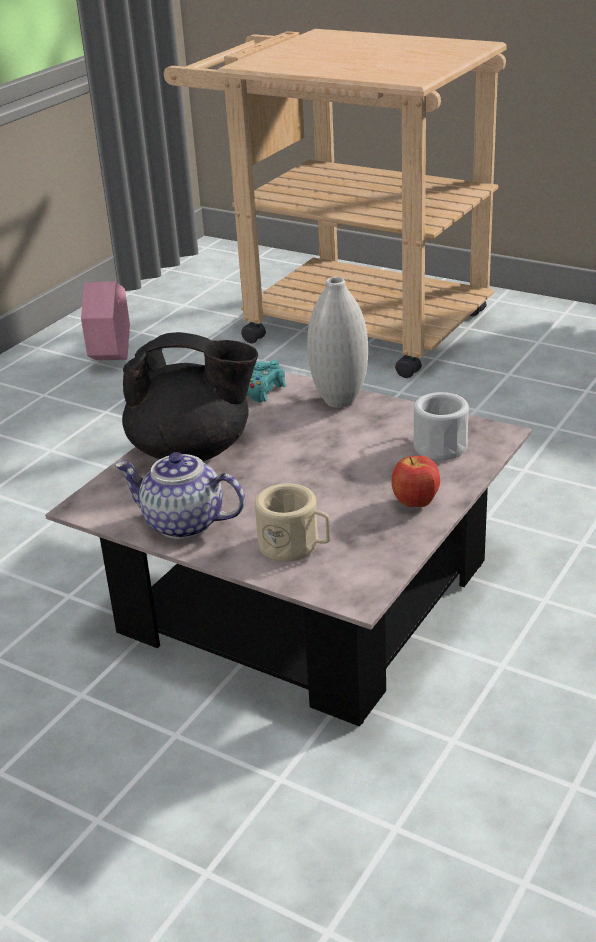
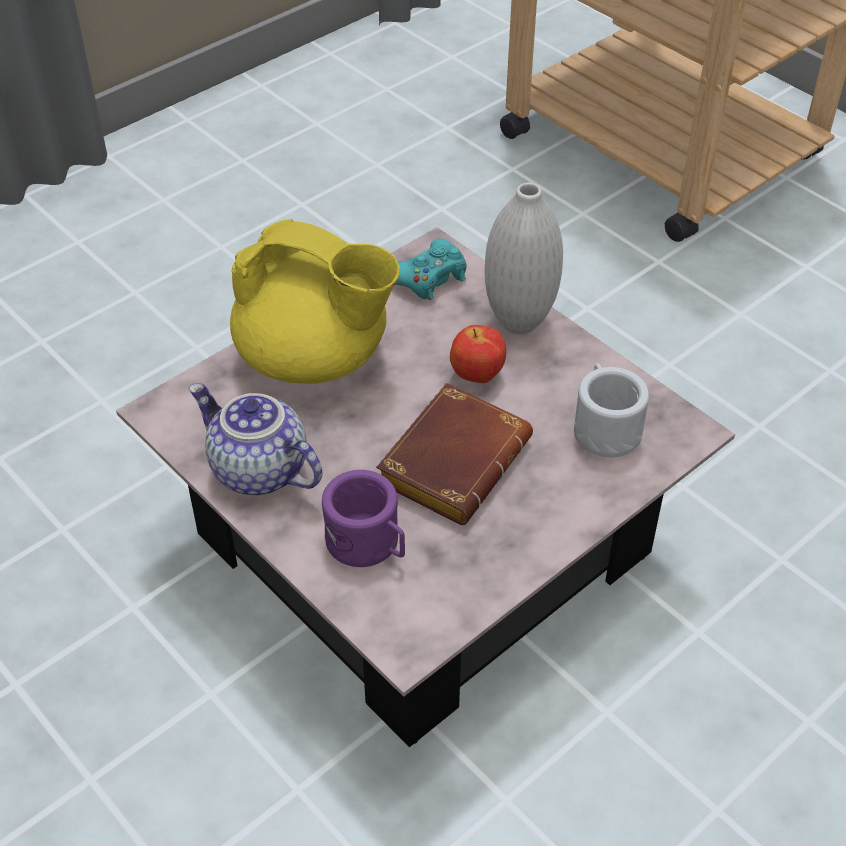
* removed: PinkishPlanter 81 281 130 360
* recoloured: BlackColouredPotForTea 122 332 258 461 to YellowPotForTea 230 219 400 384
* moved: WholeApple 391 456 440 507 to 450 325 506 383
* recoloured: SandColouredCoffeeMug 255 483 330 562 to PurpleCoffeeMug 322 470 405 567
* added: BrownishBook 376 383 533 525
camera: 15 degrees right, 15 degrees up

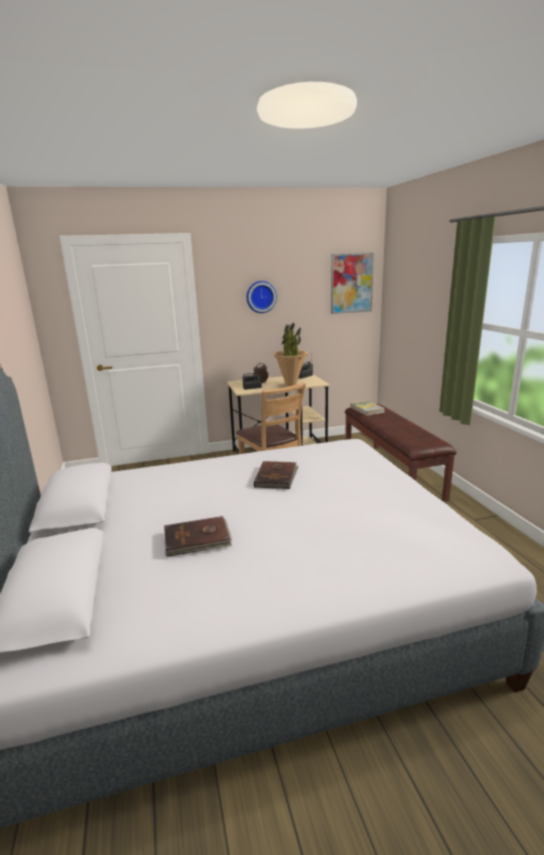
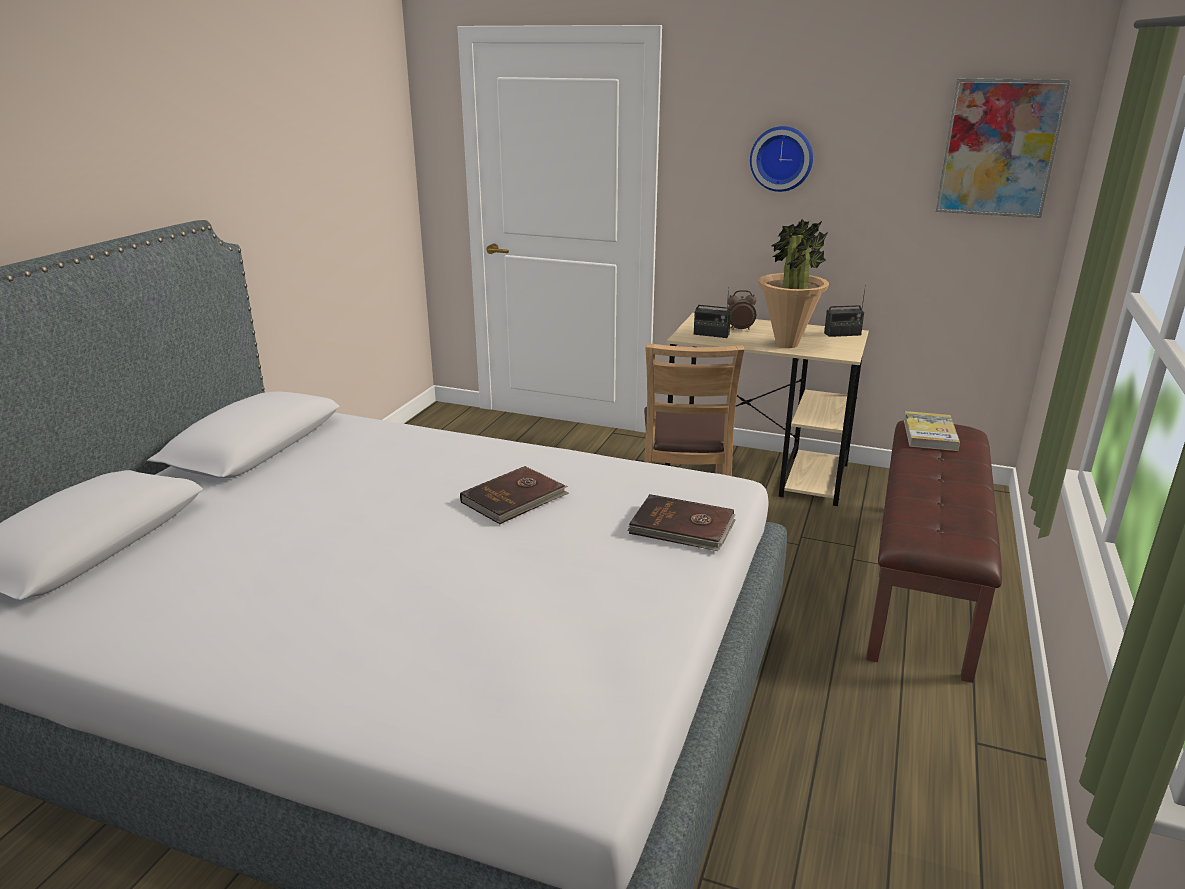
* moved: BrownishBook 164 516 232 557 to 627 494 736 551
camera: 35 degrees right, 5 degrees up

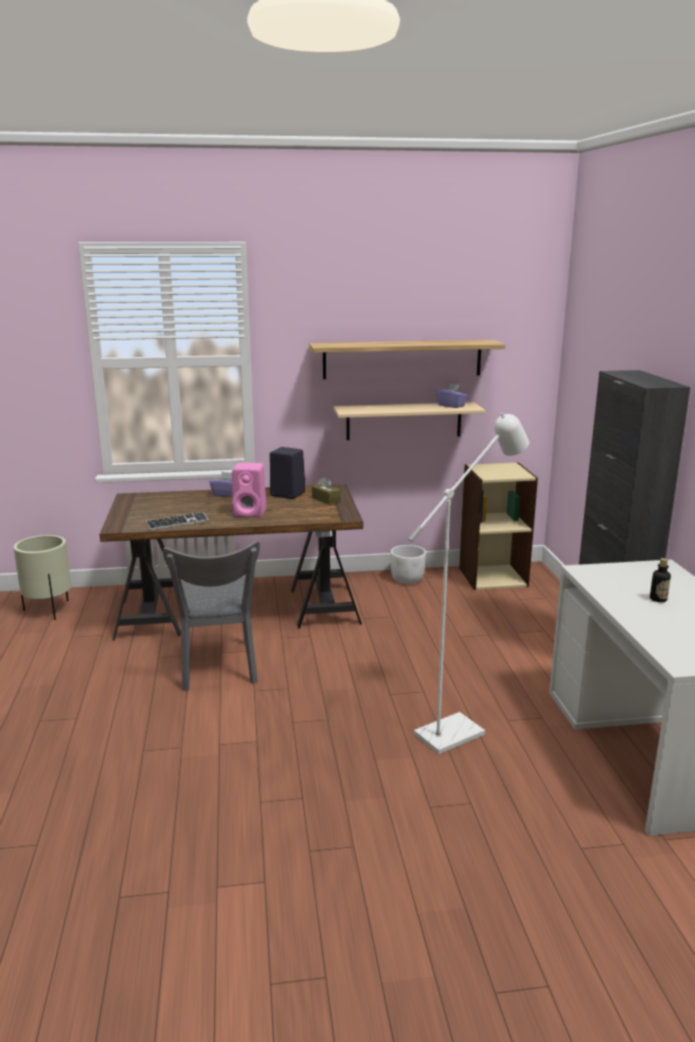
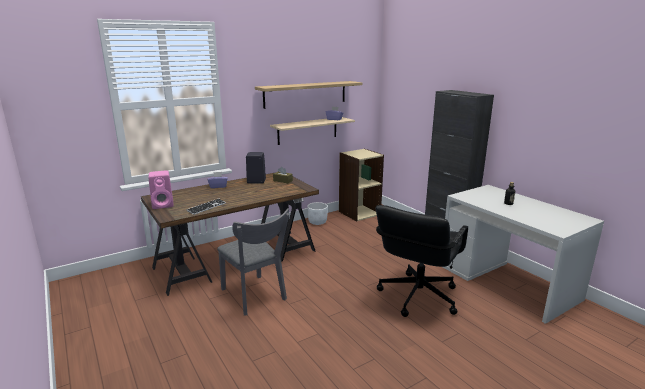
* replaced: WhiteStandingLamp 408 413 529 754 to BlackColouredComputerChair 375 205 468 317
* moved: PinkishLoudspeaker 232 463 266 518 to 149 170 174 209
* removed: SandColouredPlanter 14 535 71 620
camera: 25 degrees left, 0 degrees up

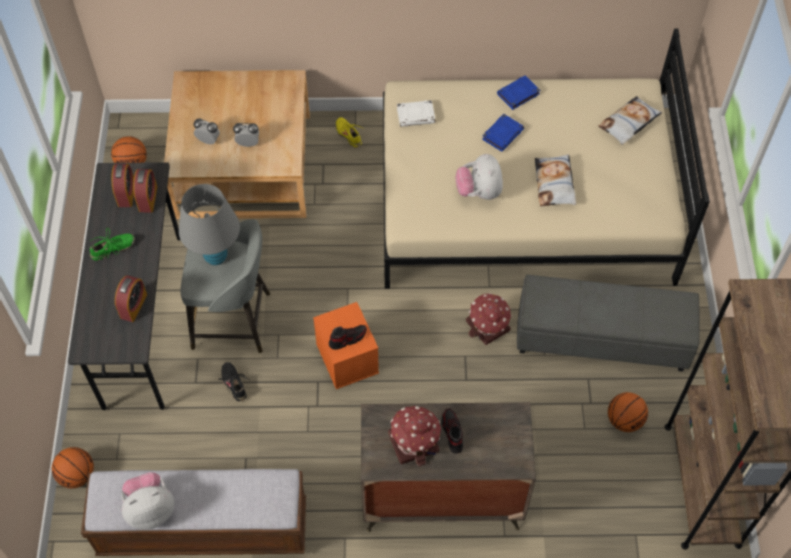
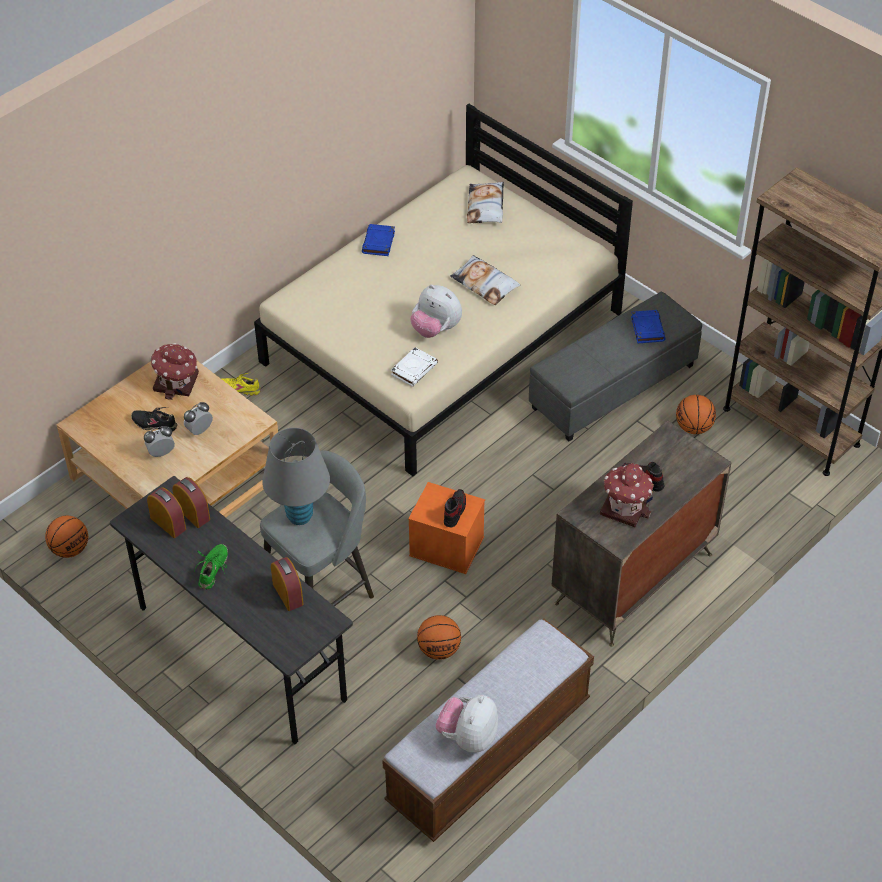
* moved: WhiteBook 397 100 435 127 to 391 347 438 387
* moved: BluishBook 482 114 524 152 to 631 310 665 343
* moved: ToyHouse 466 293 512 345 to 151 343 199 400
* moved: BlackColouredItemOfFootwear 218 362 250 401 to 131 407 177 432
* moved: BallForBasketball 52 447 94 488 to 417 615 461 660
camera: 45 degrees left, 10 degrees down

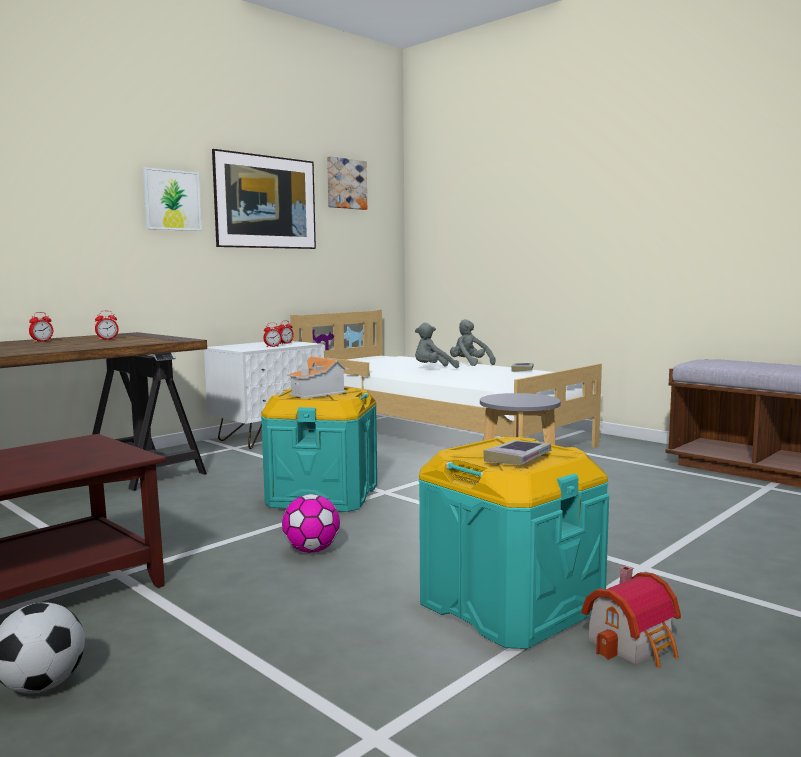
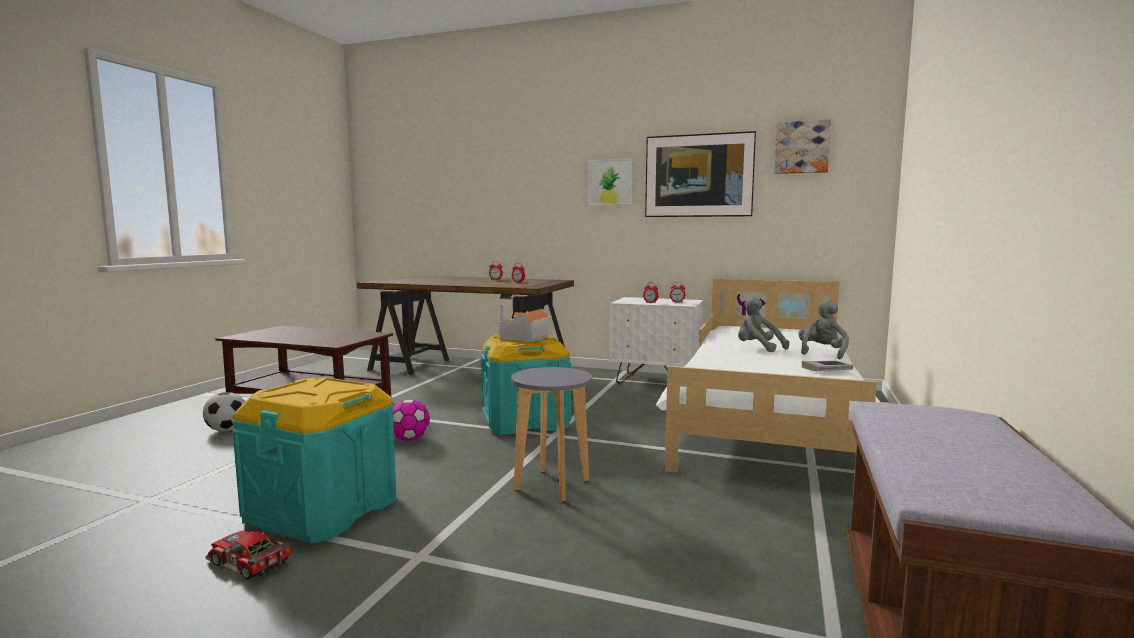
* removed: Book 483 440 551 465
* replaced: ToyHouse 581 566 681 668 to ModelCar 205 531 293 580
camera: 65 degrees right, 0 degrees up

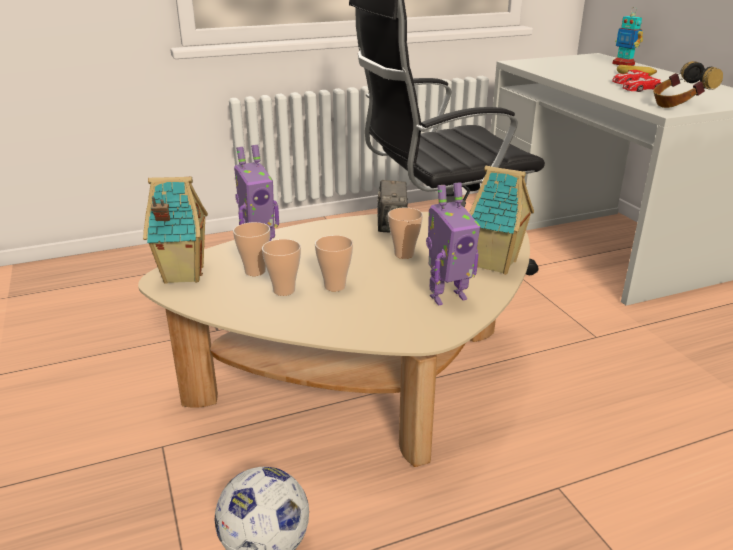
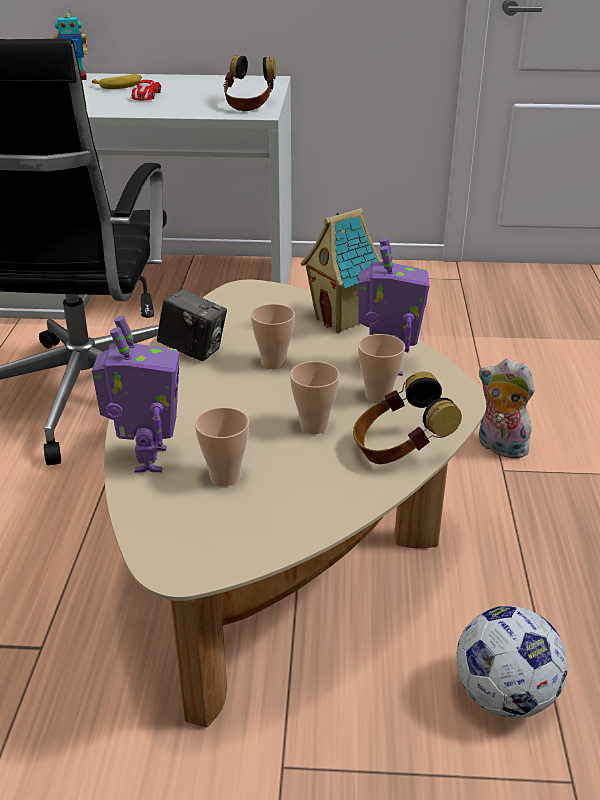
* removed: ModelCar 623 76 661 92
* removed: ToyHouse 143 177 208 284
* moved: SmallCup 262 239 301 296 to 358 334 405 403
* added: CuddlyToy 478 359 535 459
* added: PairOfHeadphones 353 372 462 464
camera: 65 degrees left, 5 degrees up

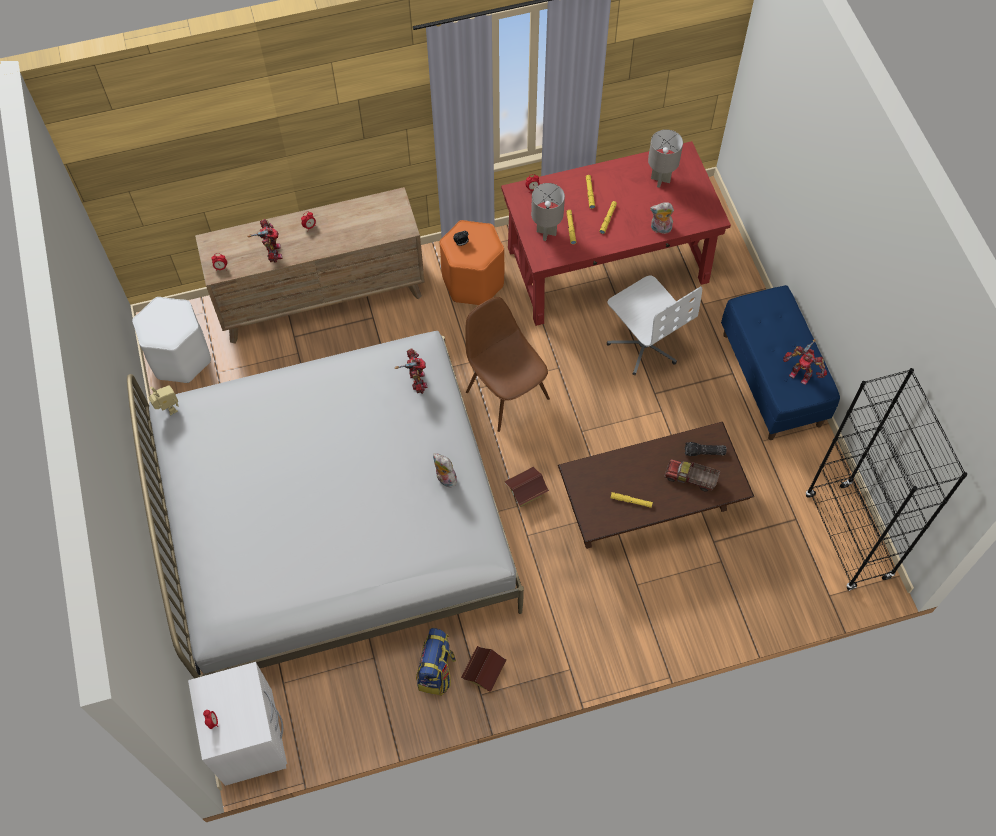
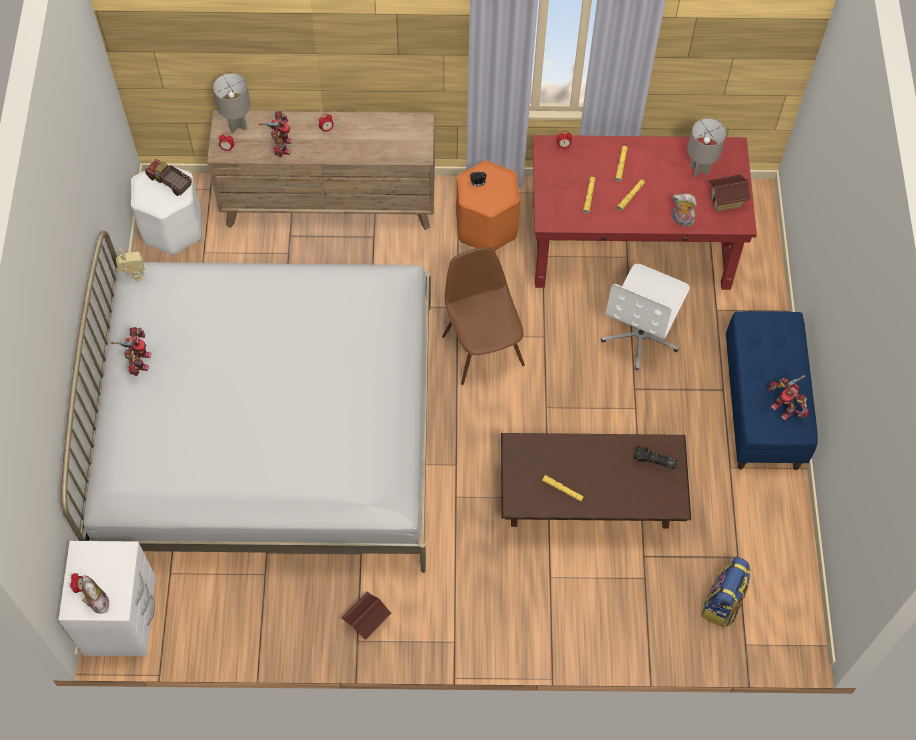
* moved: GreyishTableLamp 531 183 565 241 to 213 73 251 133
* turned: WhiteComputerChair 607 275 702 375 = 601 264 690 370 45 degrees clockwise
* moved: RobotFigure 395 348 427 394 to 110 327 151 376
* removed: BlackColouredBookshelf 806 368 967 591
* moved: CuddlyToy 433 453 458 488 to 82 575 109 614
* moved: ToyLorry 664 459 720 492 to 145 159 192 196
* moved: ToyHouse 504 467 549 507 to 708 174 751 211
* moved: Knapsack 416 628 456 696 to 701 557 751 628
camera: 15 degrees right, 0 degrees up

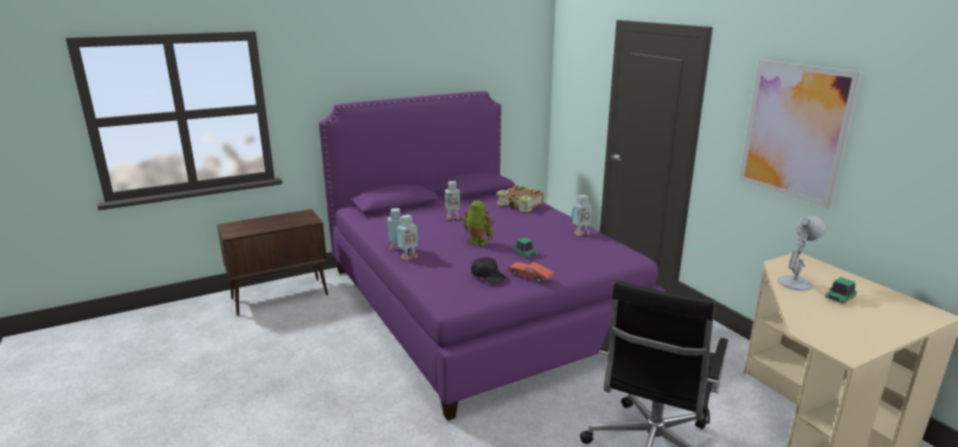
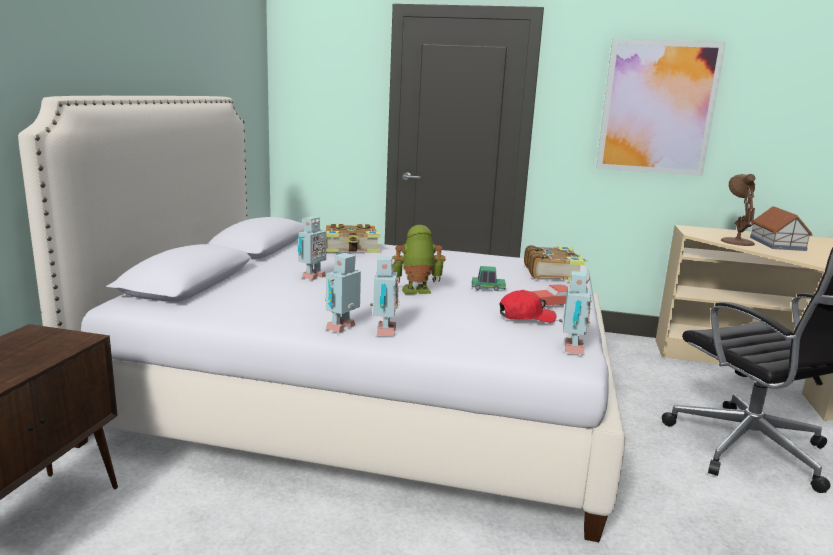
* recoloured: PurpleBed 319 91 666 421 to WhiteBed 18 96 625 542
* moved: RobotFigure 572 194 592 236 to 559 271 591 355
* recoloured: WhiteTableLamp 778 216 826 291 to BrownishTableLamp 721 174 755 246
* recoloured: BlackColouredPeakedCap 471 257 507 284 to RedColouredPeakedCap 500 290 557 323
* replaced: ModelCar 825 277 857 303 to ToyHouse 750 206 813 251
* added: Book 524 245 588 281
camera: 50 degrees left, 5 degrees down

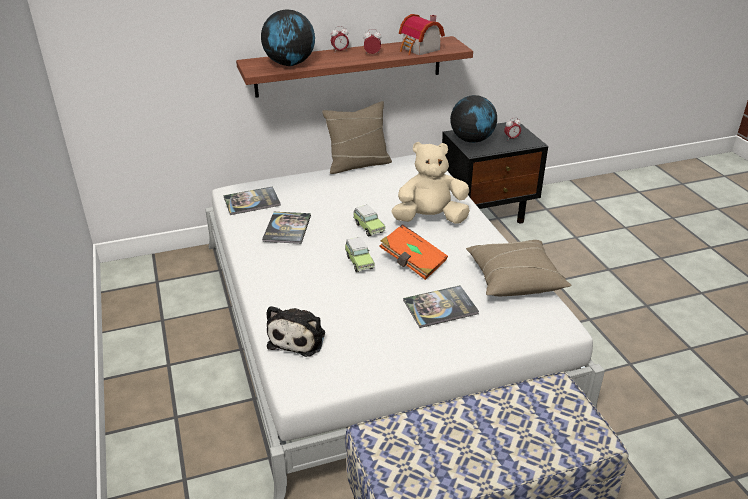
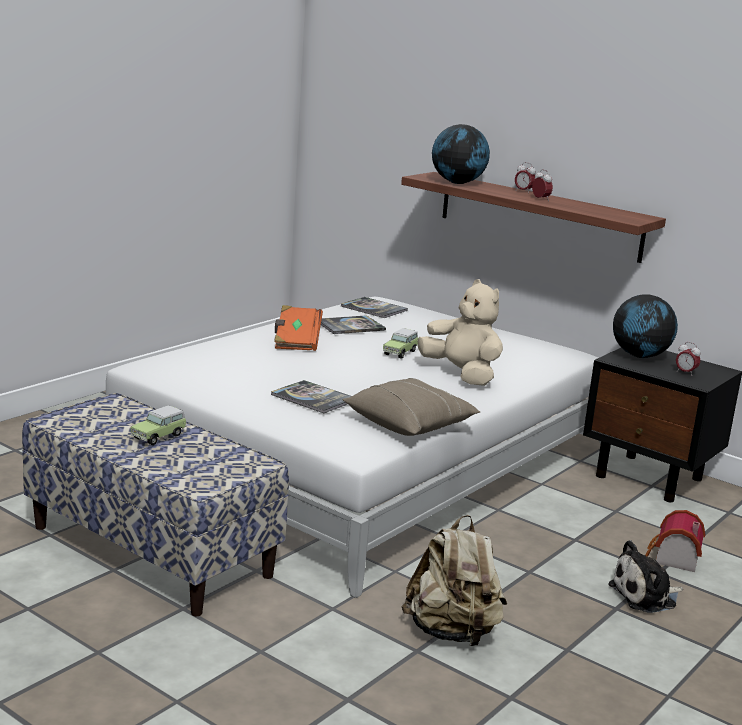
* moved: ToyHouse 399 14 445 55 to 645 510 705 572
* removed: SandColouredPillow 322 101 392 174
* moved: OrangeColouredBook 379 224 448 280 to 274 305 323 351
* moved: ModelCar 345 237 374 272 to 131 405 187 445
* moved: CuddlyToy 266 306 325 357 to 608 540 683 613
* added: SandColouredKnapsack 401 515 507 646
camera: 55 degrees right, 15 degrees down

